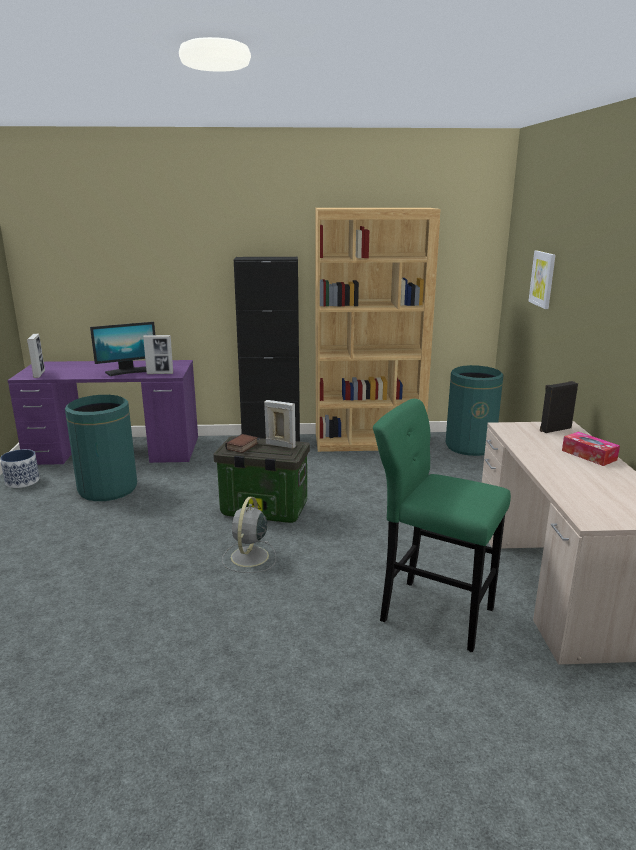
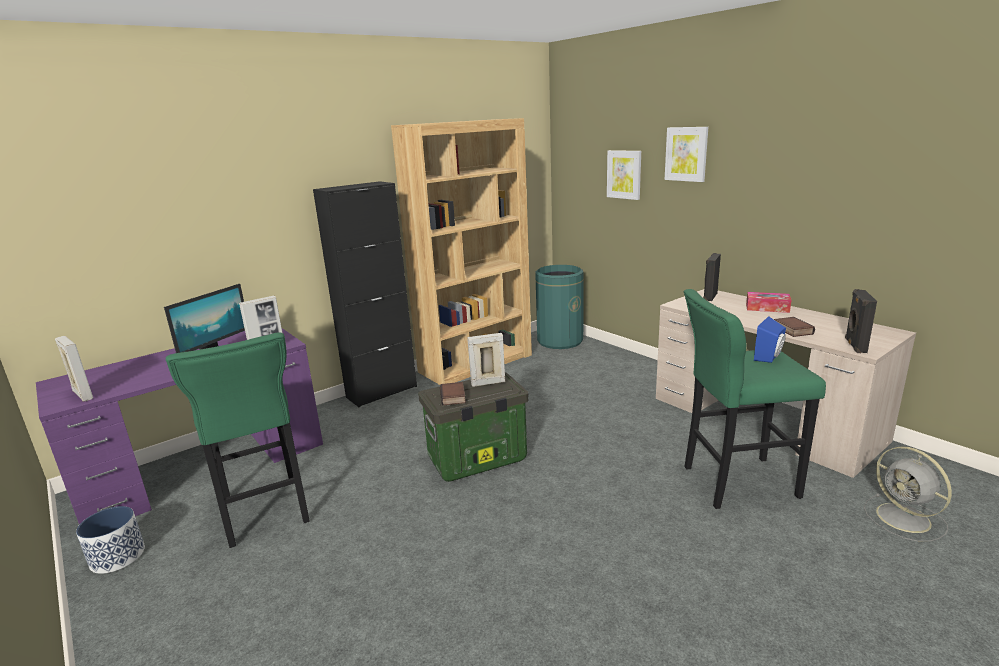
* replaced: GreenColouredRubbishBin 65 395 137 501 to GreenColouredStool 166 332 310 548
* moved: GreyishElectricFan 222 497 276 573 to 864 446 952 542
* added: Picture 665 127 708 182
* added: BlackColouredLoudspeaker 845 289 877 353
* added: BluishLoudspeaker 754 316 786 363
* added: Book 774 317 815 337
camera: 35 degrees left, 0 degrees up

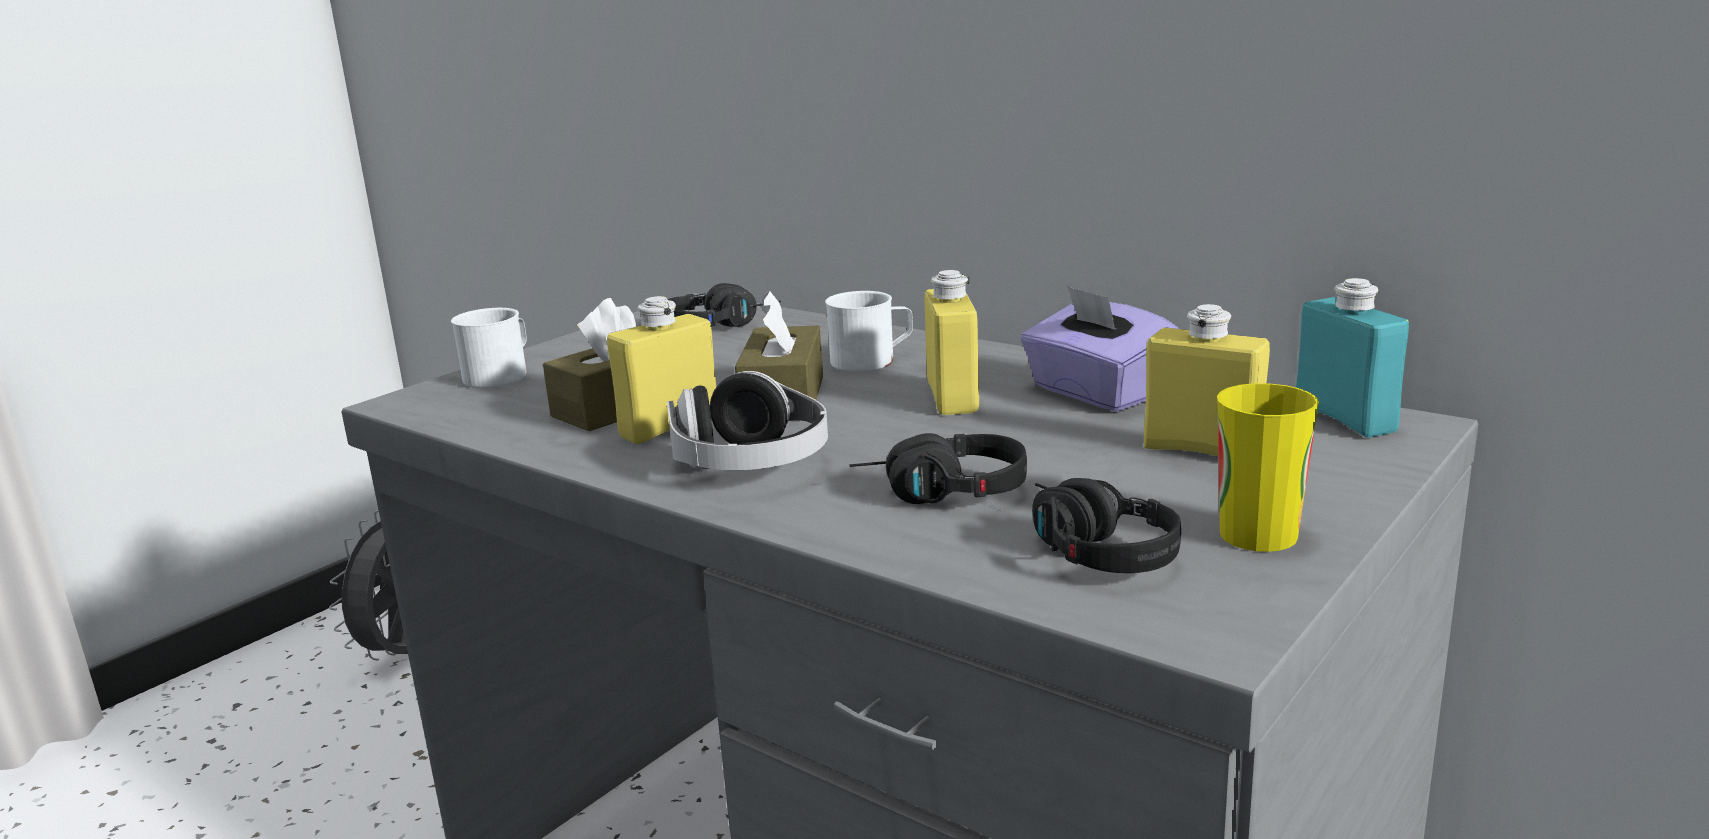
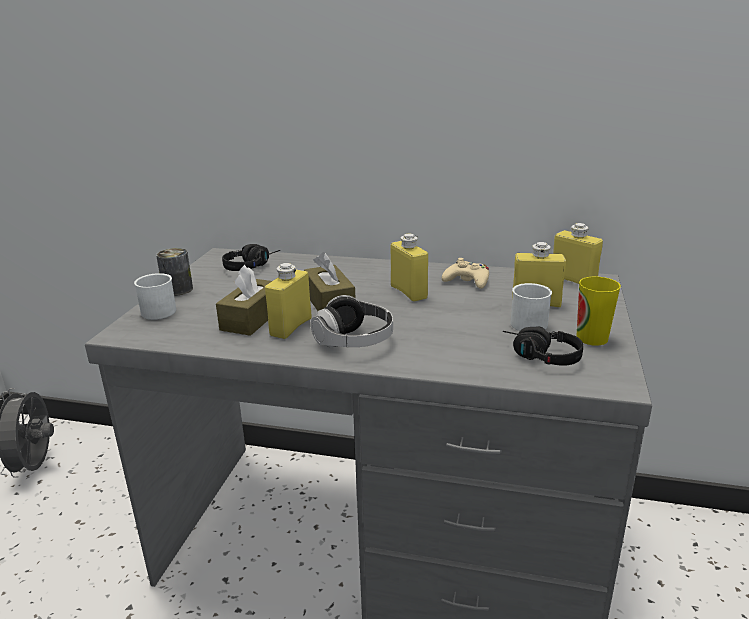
* recoloured: TurquoiseColouredBeverageBottle 1296 278 1409 437 to YellowBeverageBottle 553 223 603 284
* replaced: PurpleBoxOfTissues 1021 285 1179 412 to SandColouredGamepad 442 258 489 289
* moved: WhiteCoffeeMug 825 291 913 372 to 511 283 552 331
* removed: BlackColouredPairOfHeadphones 850 433 1027 504
* added: MetalCan 156 248 193 296
camera: 25 degrees left, 5 degrees up

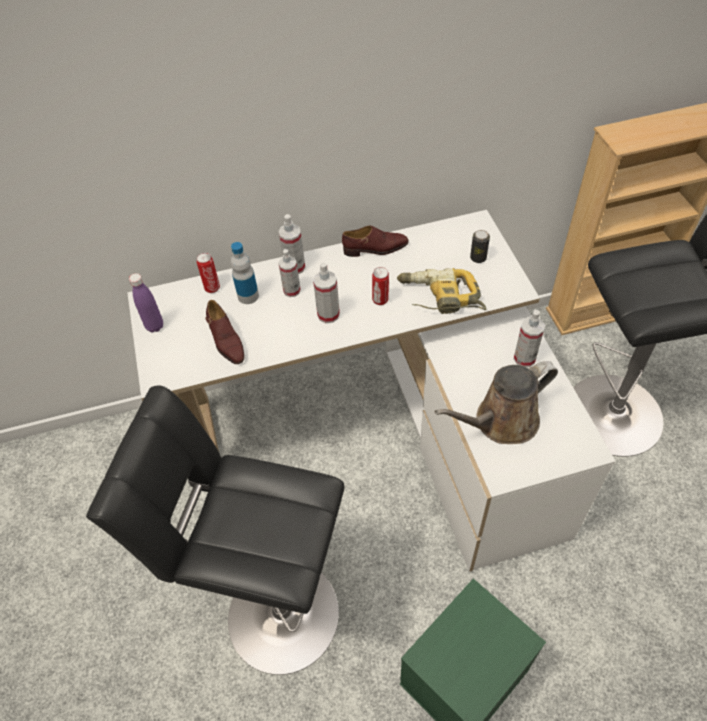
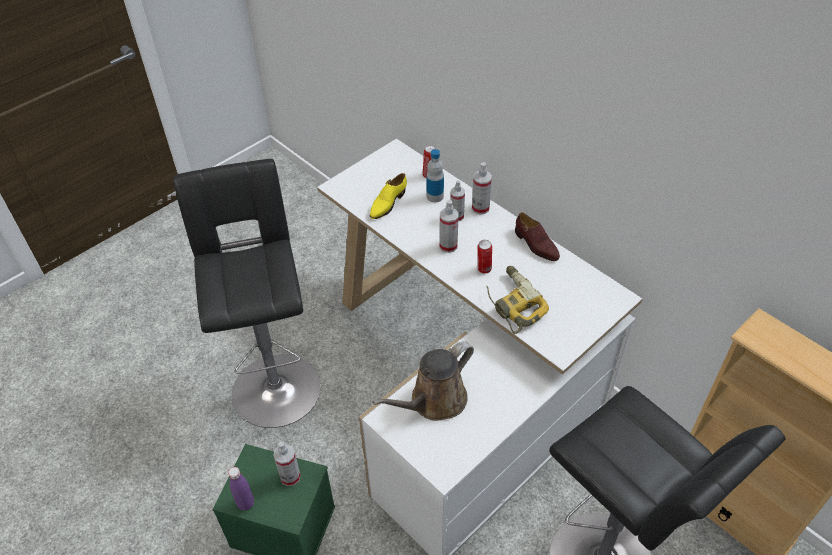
* removed: MetalCan 470 230 490 263
* moved: PurpleBeverageBottle 129 273 163 332 to 228 467 254 511
* recoloured: BrownishItemOfFootwear 206 300 244 364 to YellowItemOfFootwear 370 173 407 219
* moved: HandSprayer 514 310 545 367 to 273 441 301 486
* turned: BrownishSprinklingCan 435 361 558 444 = 372 341 474 421 75 degrees counterclockwise
camera: 60 degrees right, 5 degrees down

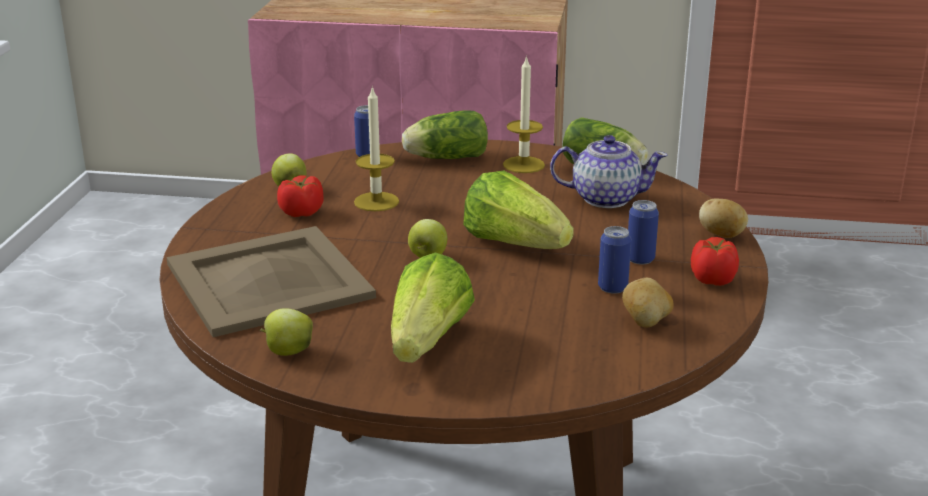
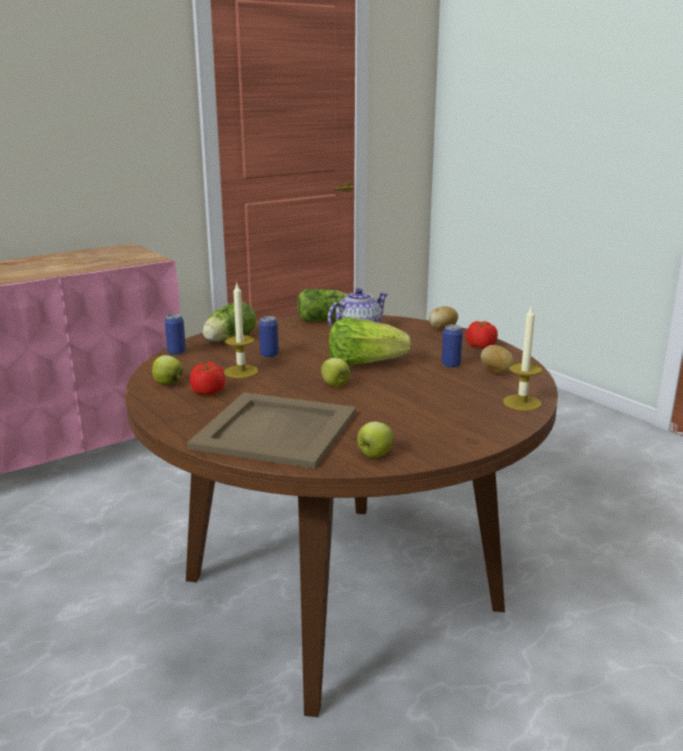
* moved: WaxLight 503 55 545 173 to 503 305 542 411
* moved: MetalCan 628 200 659 265 to 259 316 279 358
* removed: LettuceHead 391 252 475 363
camera: 45 degrees left, 5 degrees down

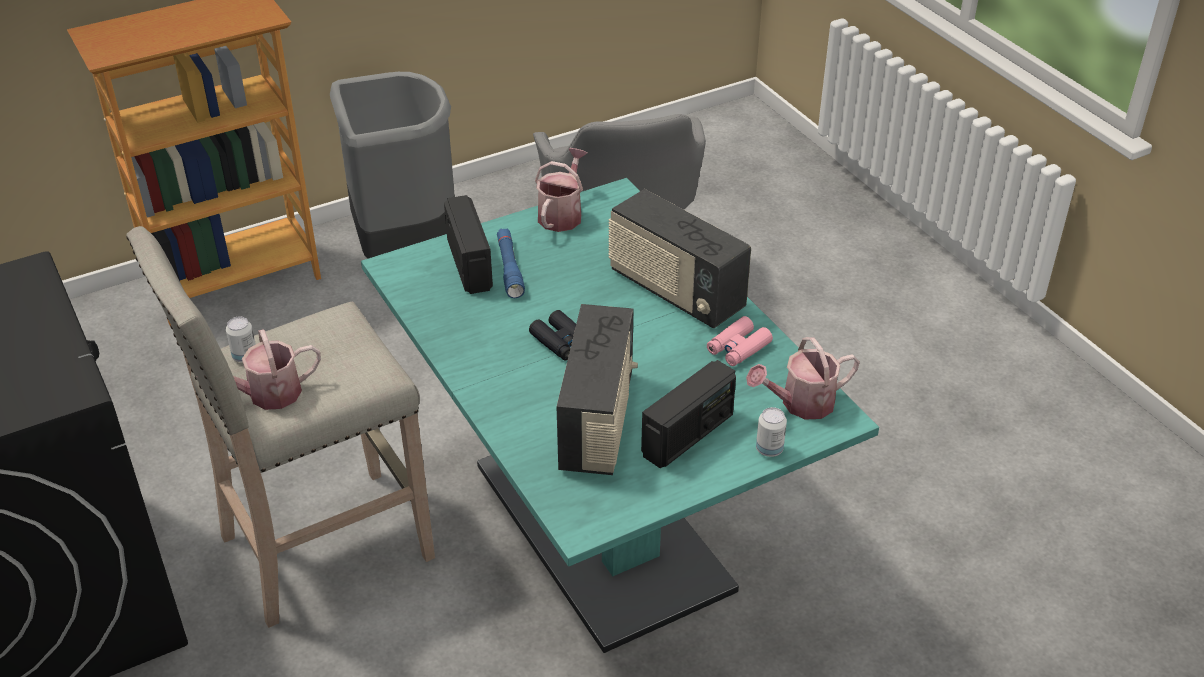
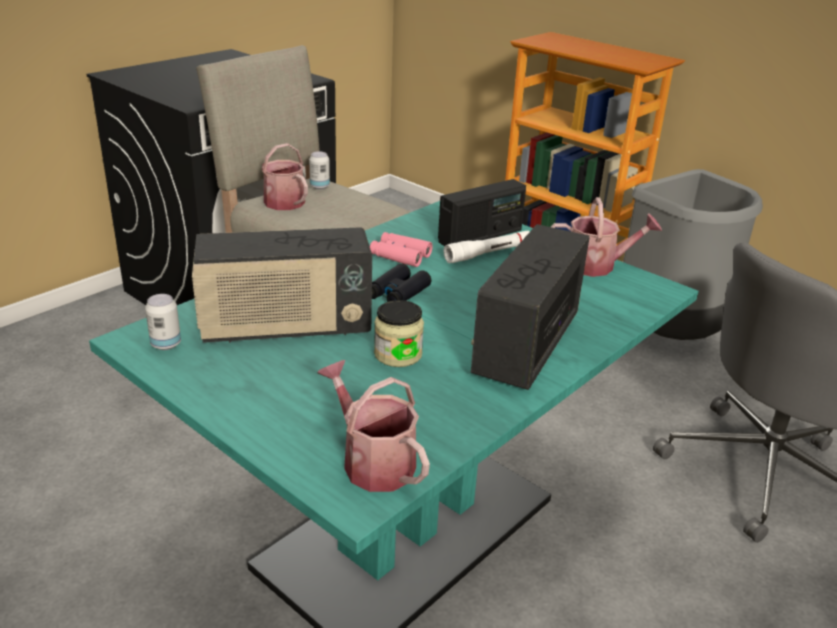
* recoloured: BluishTorch 497 229 525 298 to WhiteTorch 444 230 529 263
* moved: PinkishBinoculars 707 316 773 366 to 370 232 433 267
* removed: RadioSet 641 360 736 468
* moved: MetalCan 756 407 787 457 to 145 294 181 350
* added: PreserveJar 374 300 424 367
camera: 70 degrees right, 10 degrees down

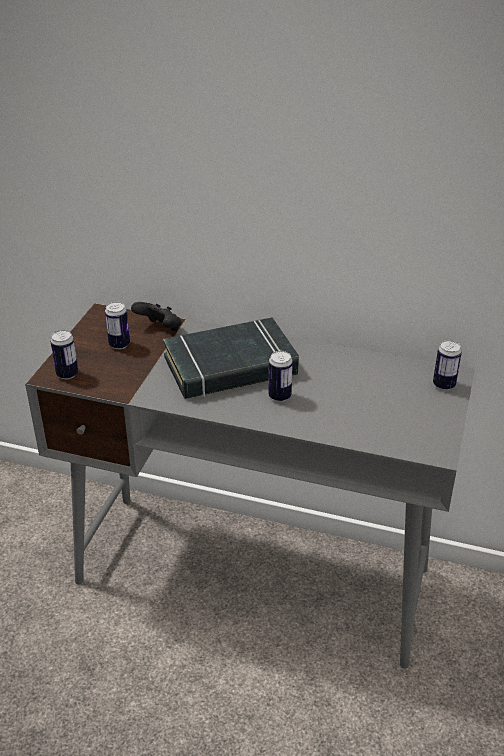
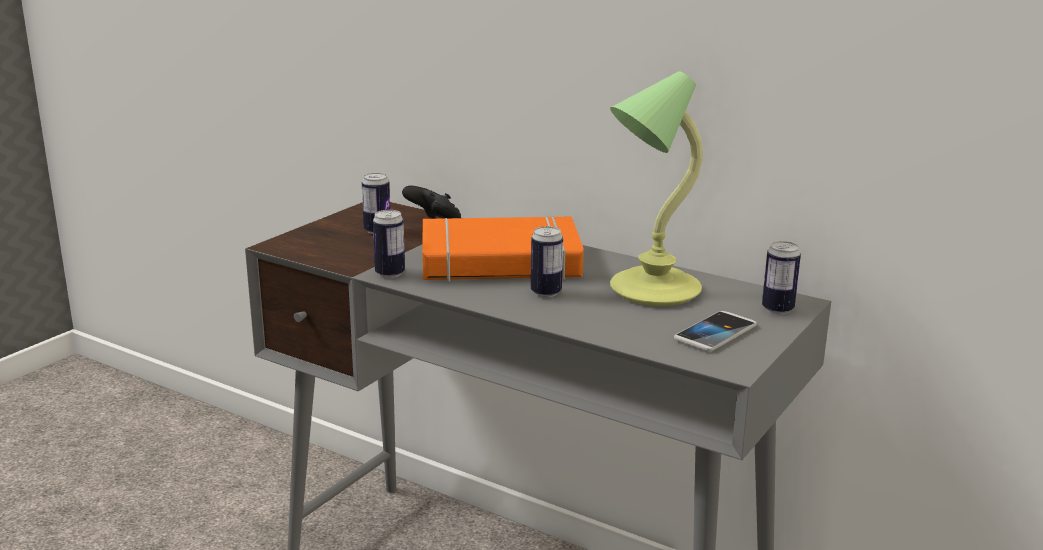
* recoloured: BlackColouredBook 163 317 299 399 to OrangeColouredBook 422 216 584 282
* moved: MetalCan 50 330 79 379 to 373 210 405 278
* added: TableLamp 610 71 703 306
* added: Handset 674 311 757 351
camera: 15 degrees right, 15 degrees down

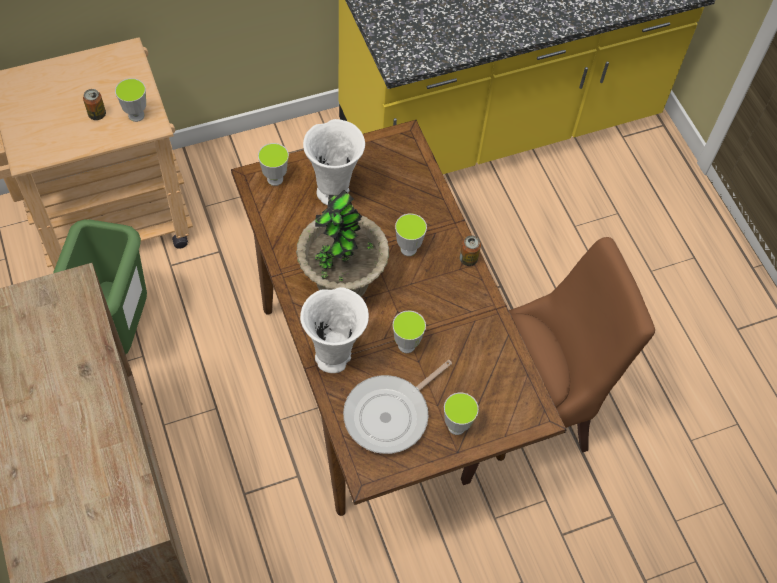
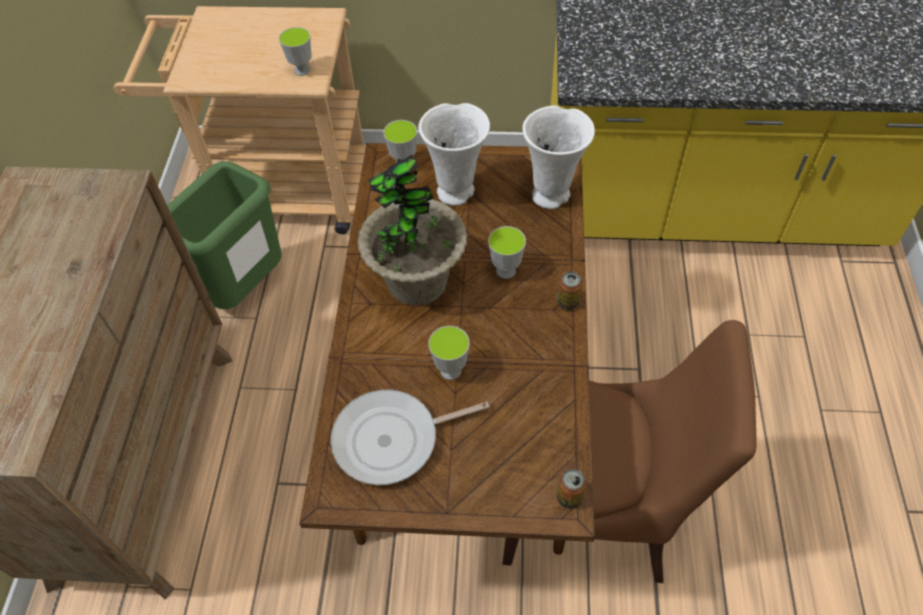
* moved: MetalCan 83 89 106 120 to 557 469 586 509
* moved: WhiteFlowerVase 300 287 369 373 to 522 106 595 209
* removed: SmallCup 444 393 479 435
camera: 30 degrees right, 5 degrees down

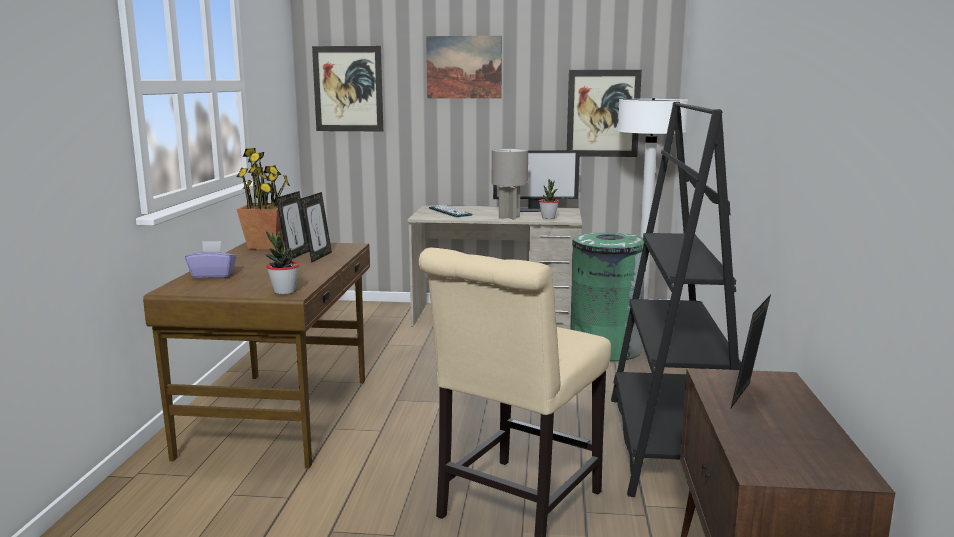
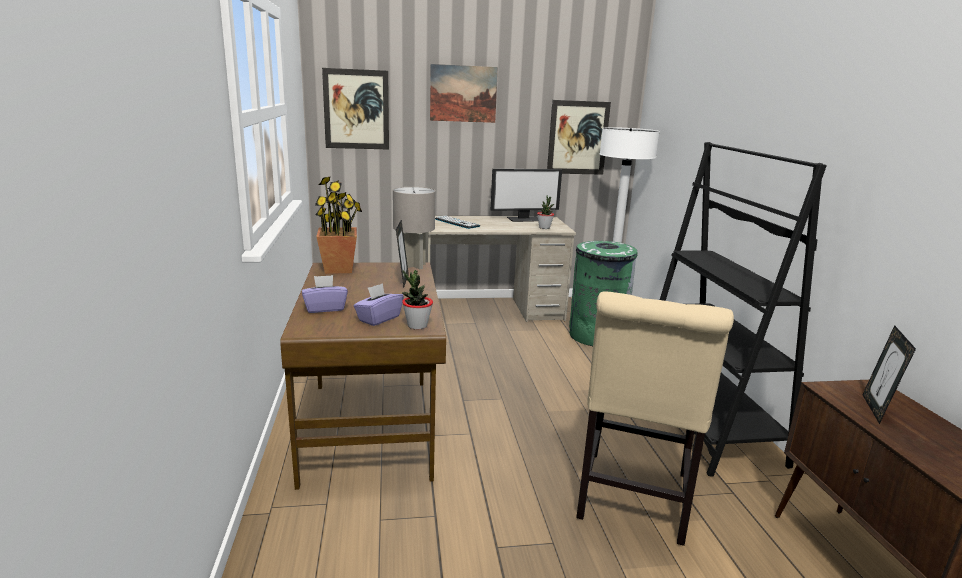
* moved: GreyishTableLamp 492 148 528 220 to 393 187 435 270
* removed: StandingFrame 276 191 309 259
* added: PurpleBoxOfTissues 354 283 404 326
camera: 15 degrees left, 5 degrees up

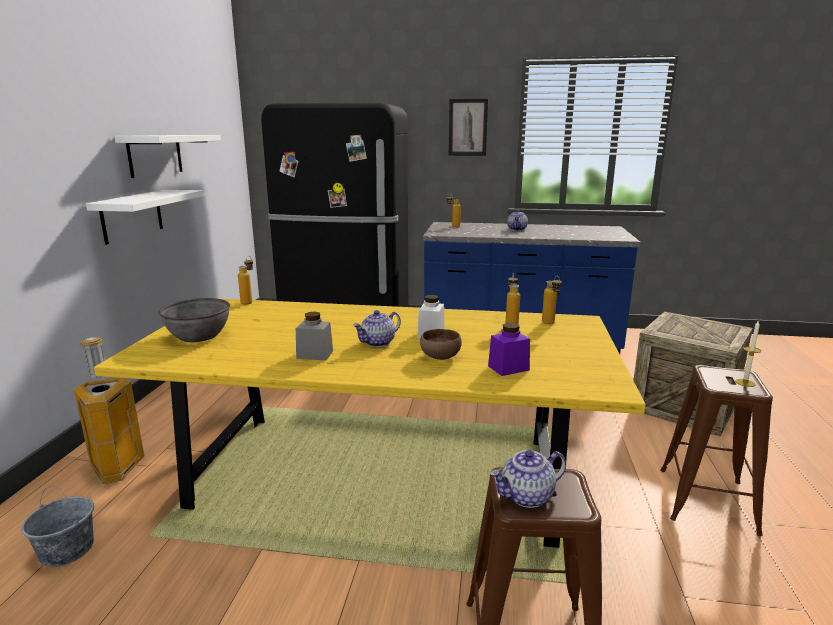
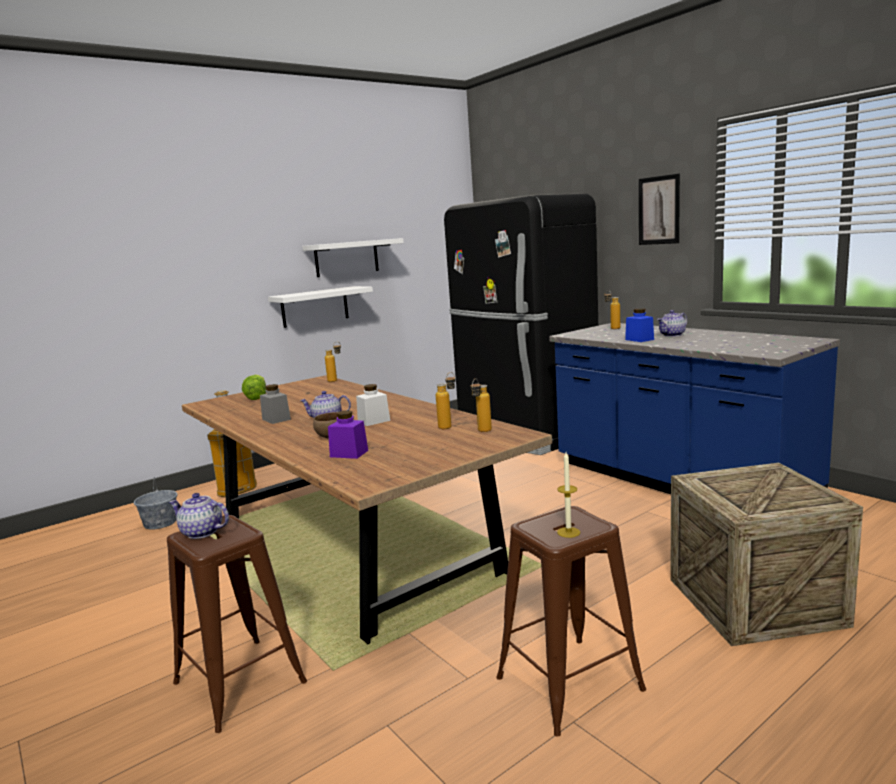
* recoloured: YellowKitchenTable 94 298 646 548 to BrownishKitchenTable 182 375 552 644
* replaced: GreyishBowl 158 298 230 342 to LettuceHead 242 375 266 400
* added: BluishPreserveJar 625 308 654 342
camera: 45 degrees right, 5 degrees down

